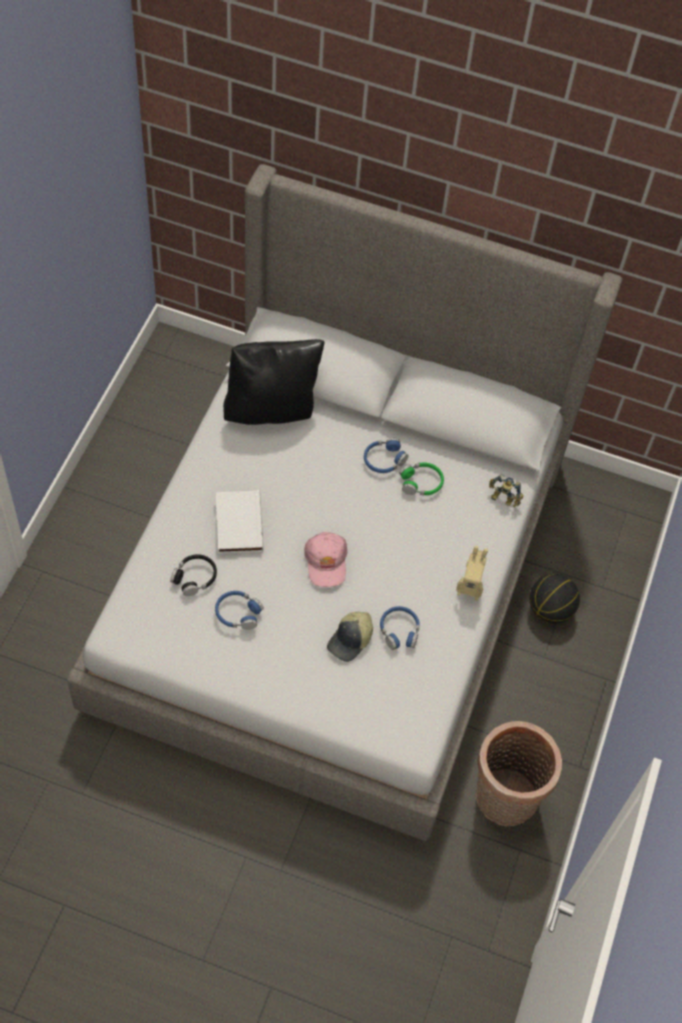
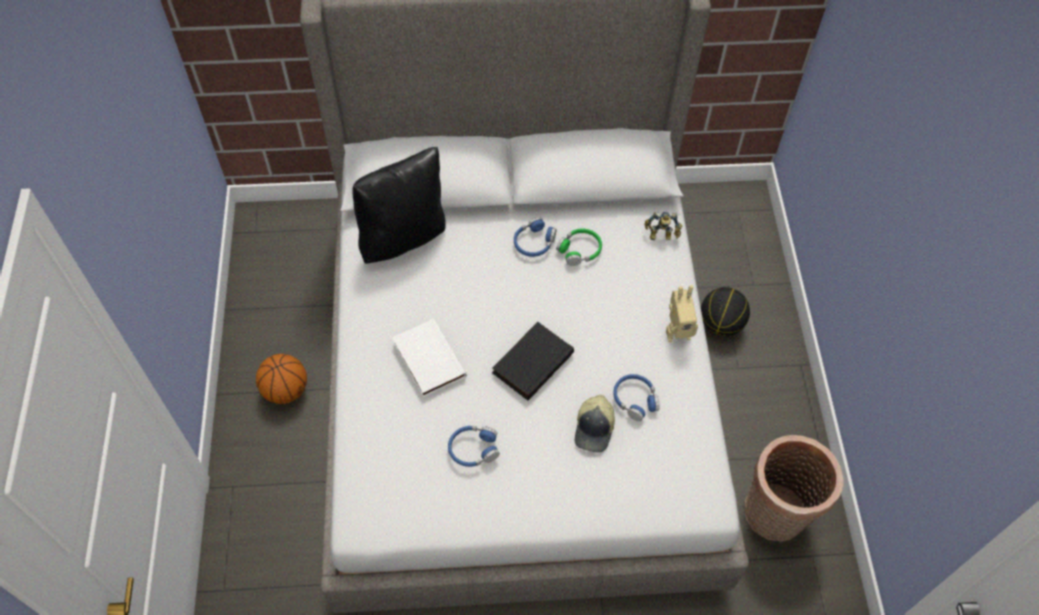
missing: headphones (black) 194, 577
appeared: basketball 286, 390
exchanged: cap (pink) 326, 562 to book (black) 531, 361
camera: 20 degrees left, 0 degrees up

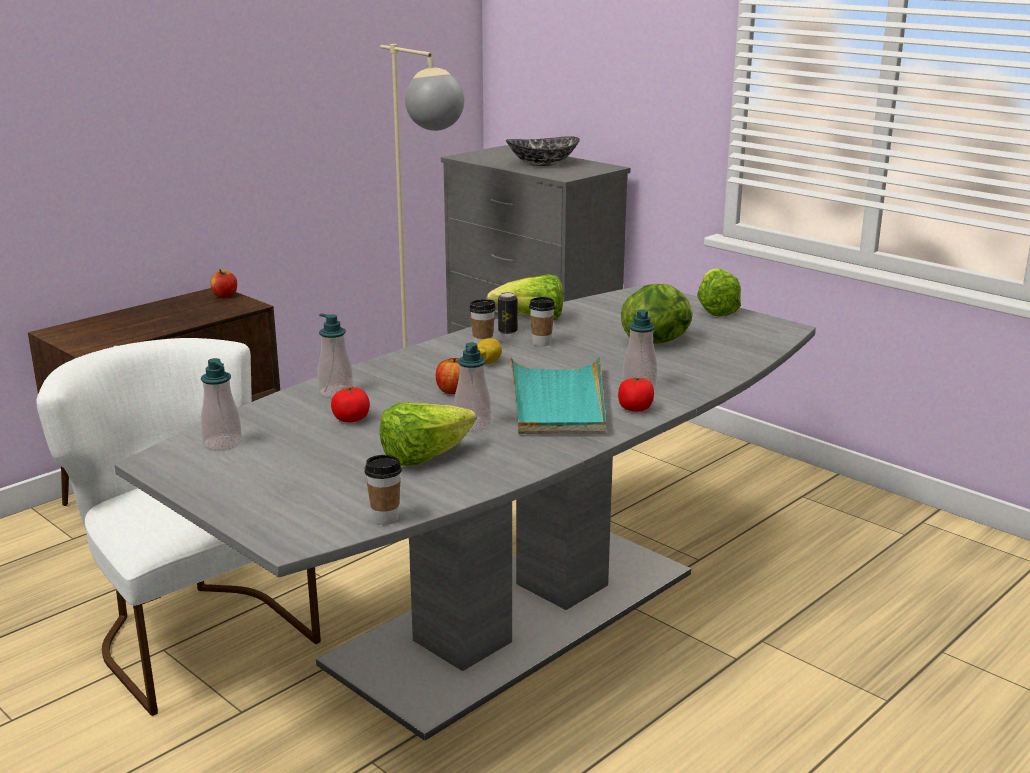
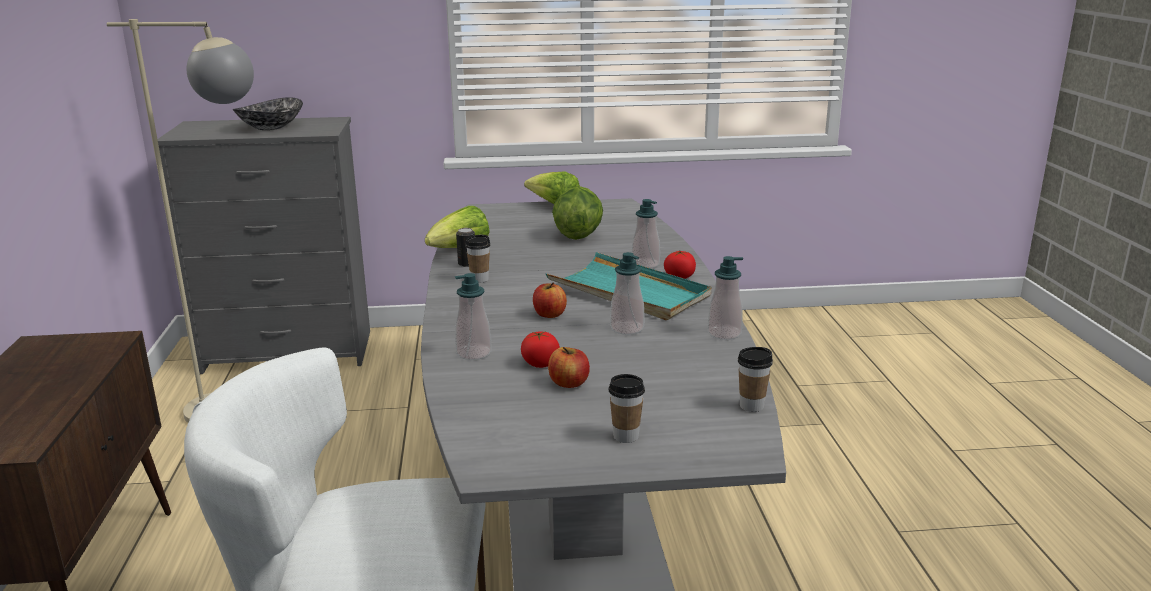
missing: lemon 488, 363; lettuce 424, 457
relocated: apple 225, 295 to 569, 383; cup 541, 343 to 626, 436; soap dispenser 222, 444 to 724, 333
camera: 50 degrees left, 0 degrees up

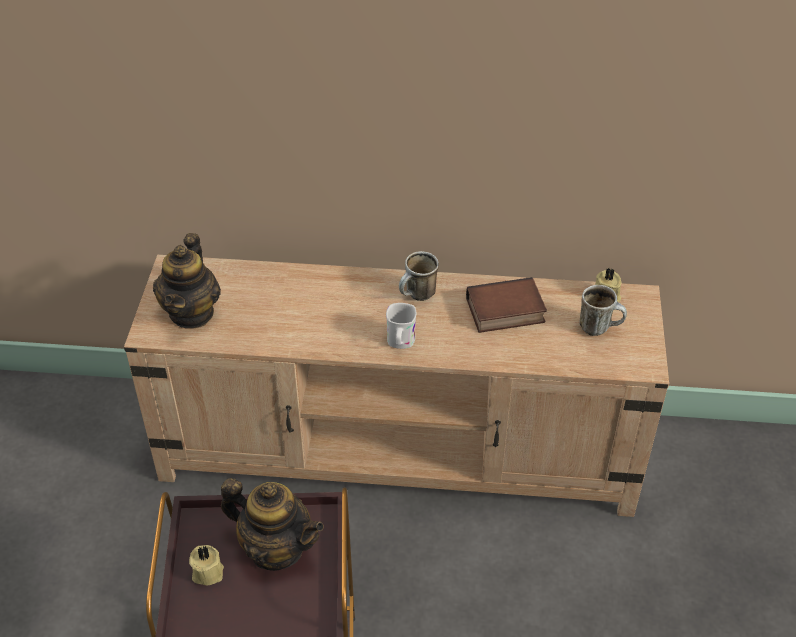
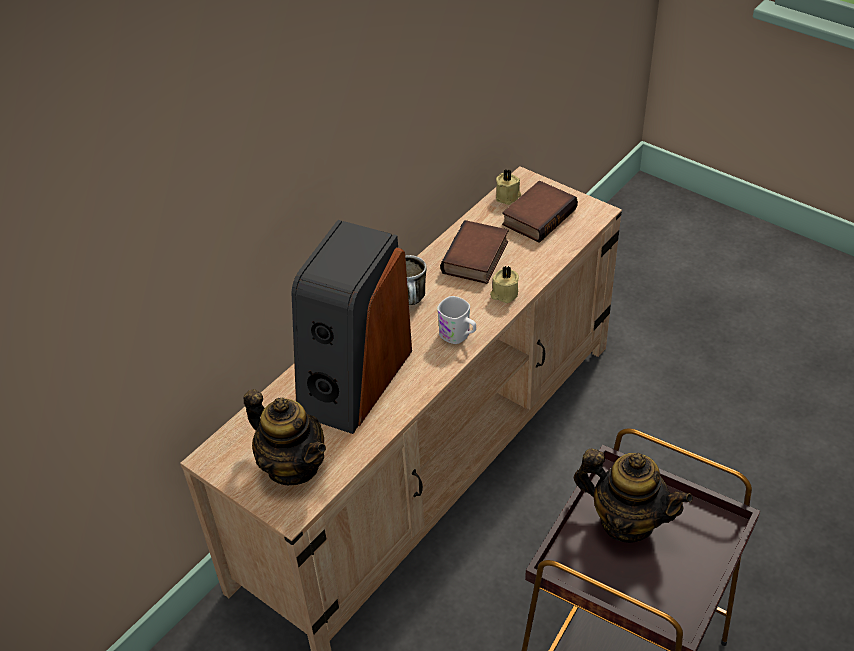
appeared: speaker 353, 380
relocated: candle (beige) 207, 571 to 504, 294
exchanged: mug 599, 327 to book 538, 216
spun: teapot 276, 548 = 626, 521 60 degrees clockwise
camera: 55 degrees left, 0 degrees up

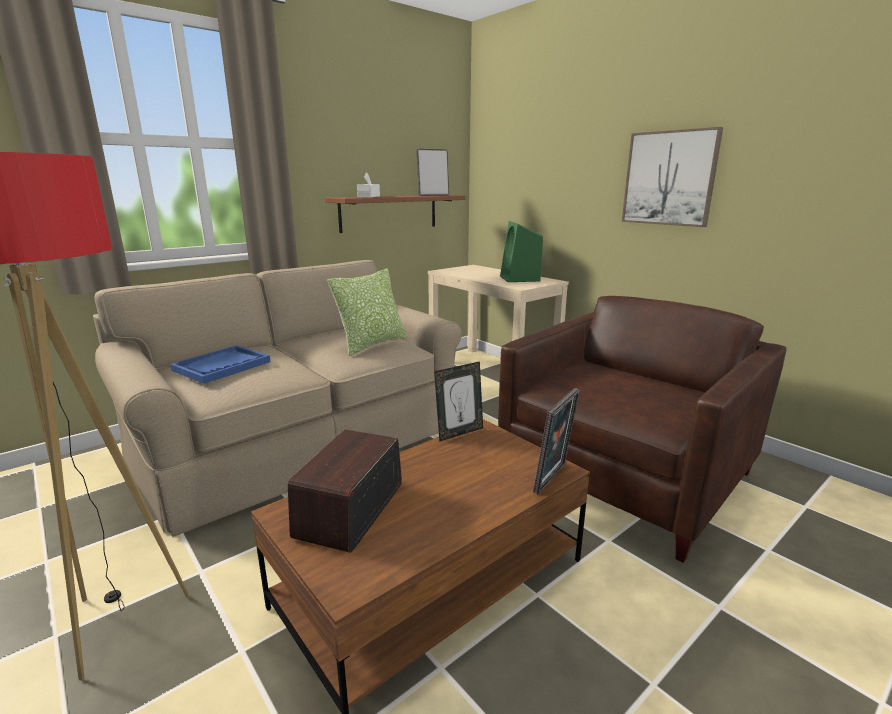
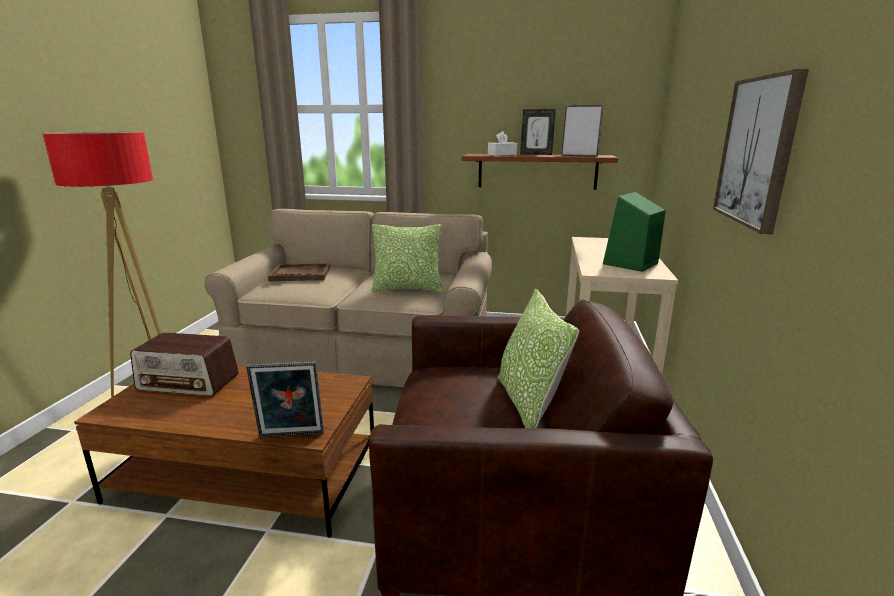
appeared: pillow 529, 404
relocated: picture frame 459, 433 to 536, 154
colour: tray (blue) 222, 366 to tray (brown) 300, 274
spun: radio 350, 510 = 189, 382 150 degrees counterclockwise
camera: 50 degrees right, 0 degrees up

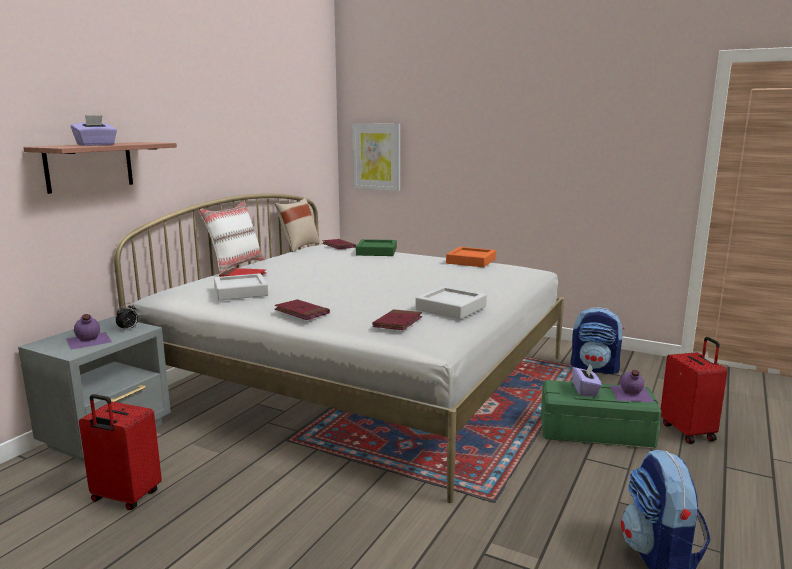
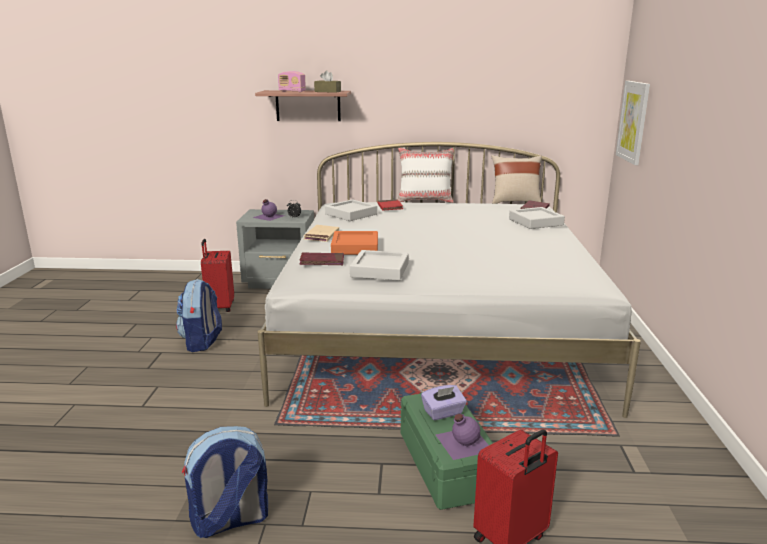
appeared: tissue box (brown) 327, 91
relocated: tray (orange) 471, 261 to 355, 247; backpack 595, 368 to 202, 342
exchanged: tissue box (purple) 96, 145 to radio 292, 91
colour: tray (green) 376, 252 to tray (grey) 535, 222; book (red) 302, 312 to book (beige) 321, 235
camera: 65 degrees right, 5 degrees up

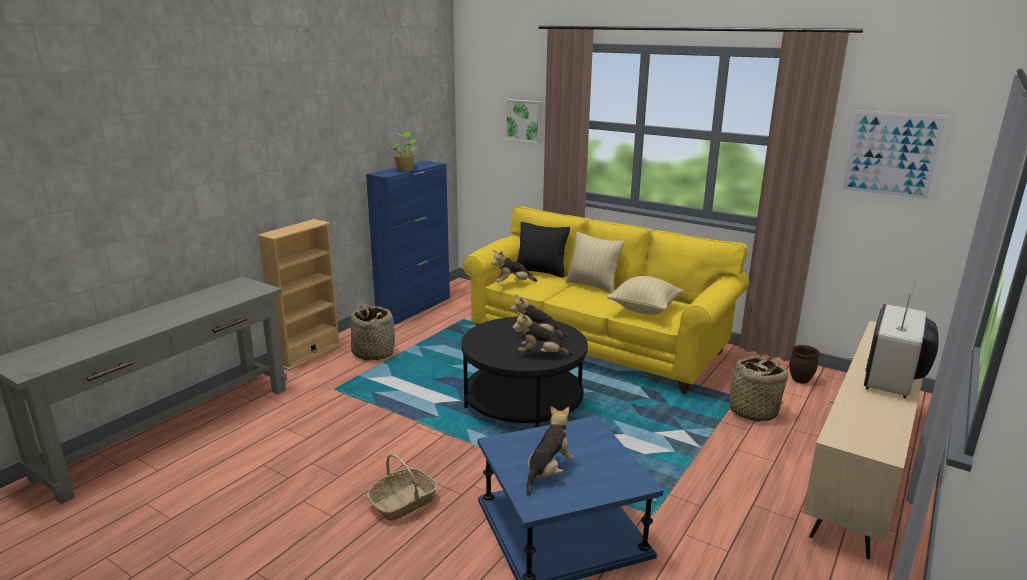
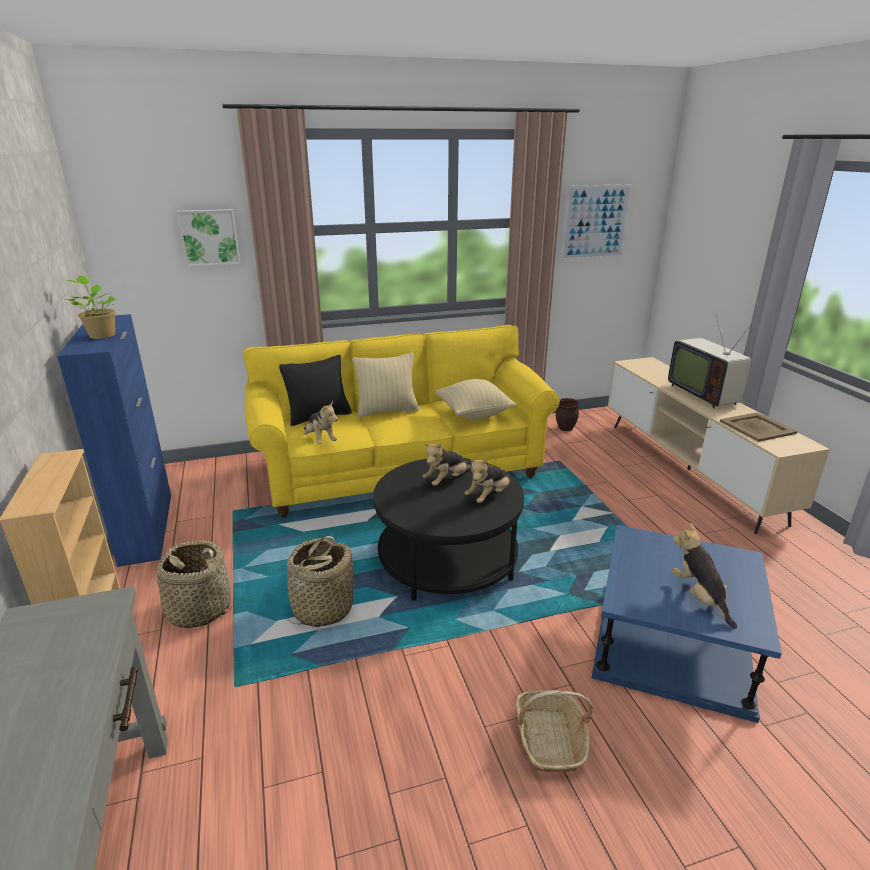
appeared: tray (beige) 757, 427
relocated: basket 752, 411 to 322, 609
spun: plush toy 512, 283 = 320, 440 60 degrees counterclockwise
camera: 50 degrees left, 5 degrees up

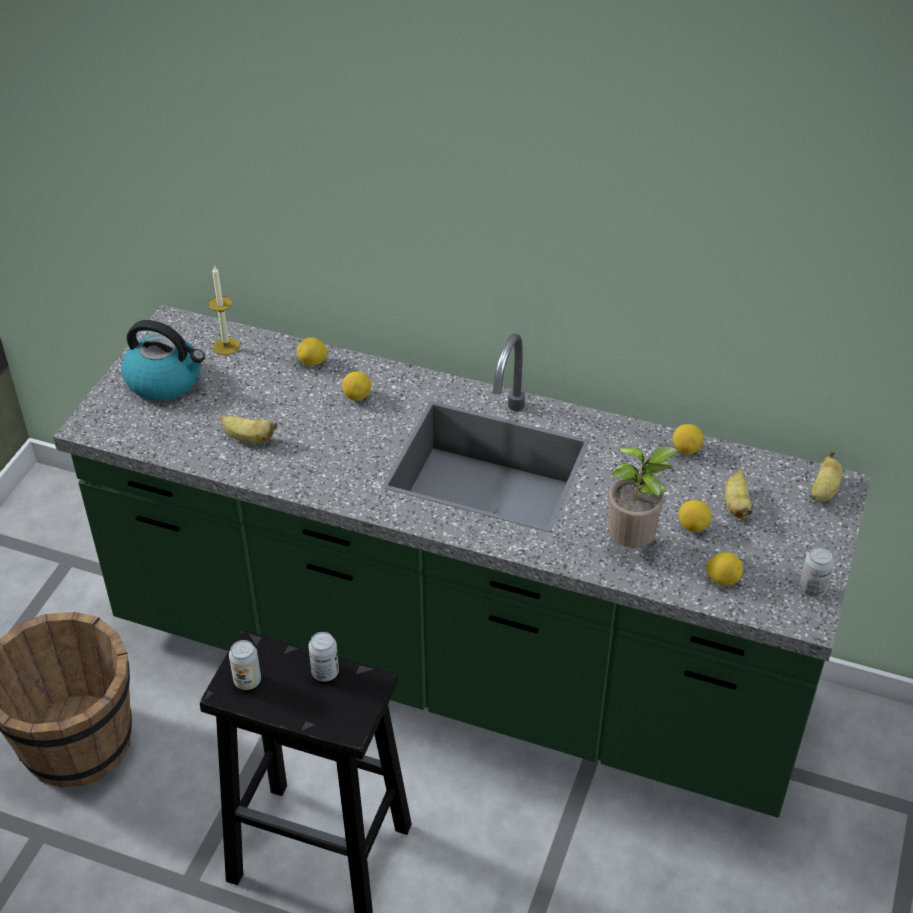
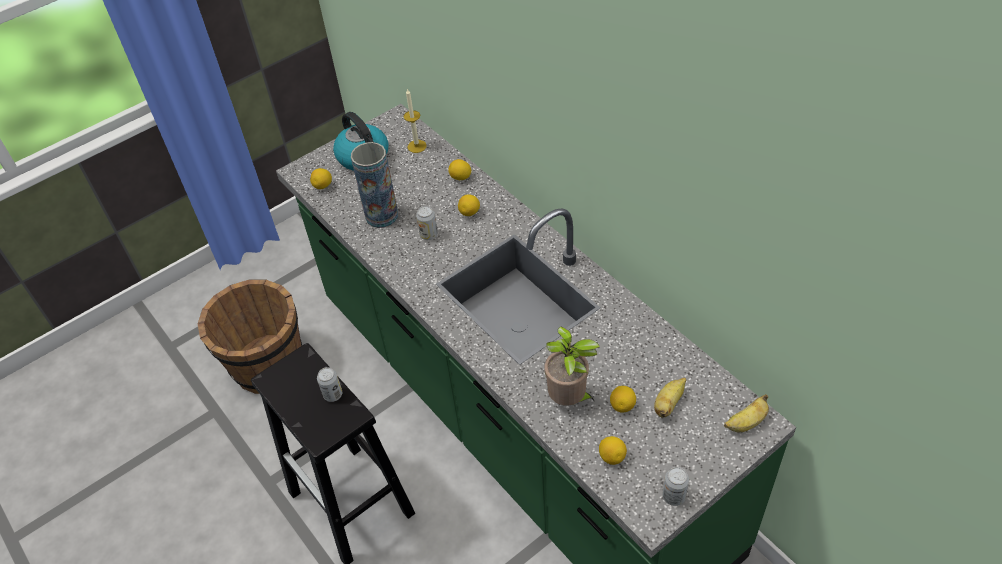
relocated: lemon 686, 449 to 323, 186; can 247, 680 to 428, 235
exchanged: banana 248, 438 to vase 381, 216
camera: 35 degrees right, 5 degrees up

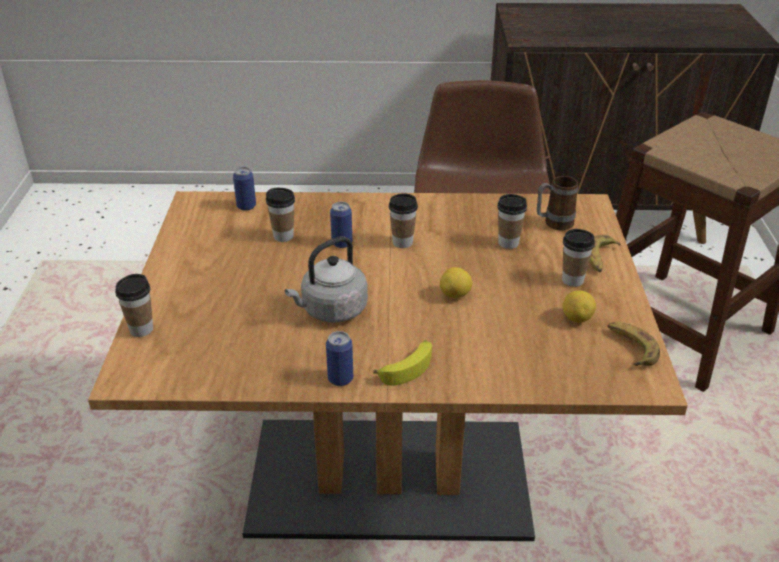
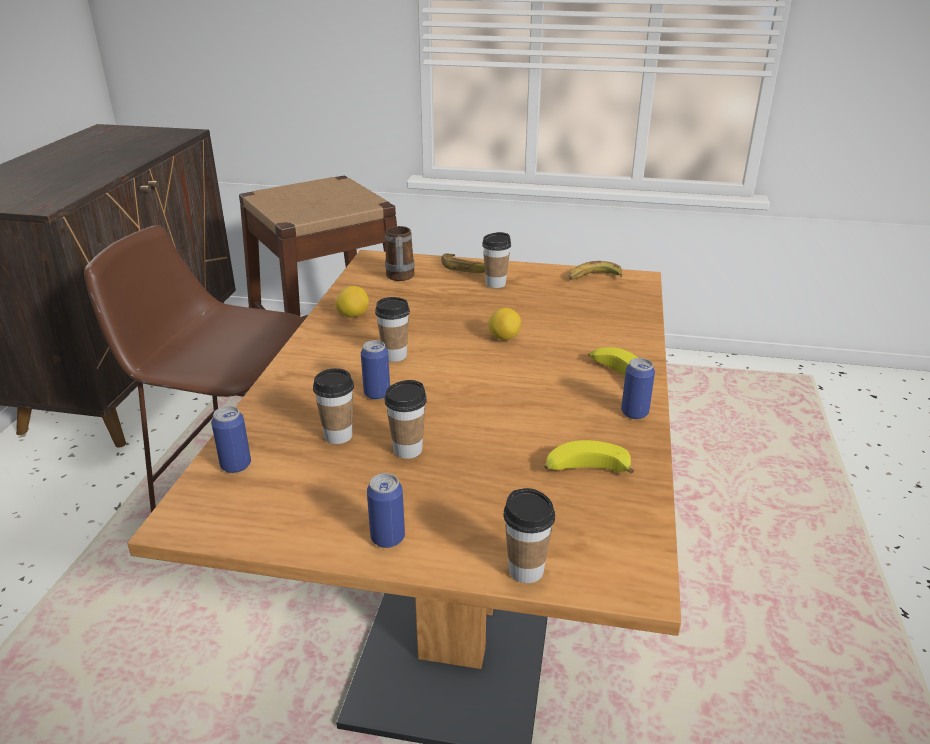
missing: kettle (grey) 331, 311
appeared: banana 585, 471; can 387, 538
relocated: cup 508, 243 to 407, 450; lemon 576, 318 to 353, 315
camera: 80 degrees left, 5 degrees down

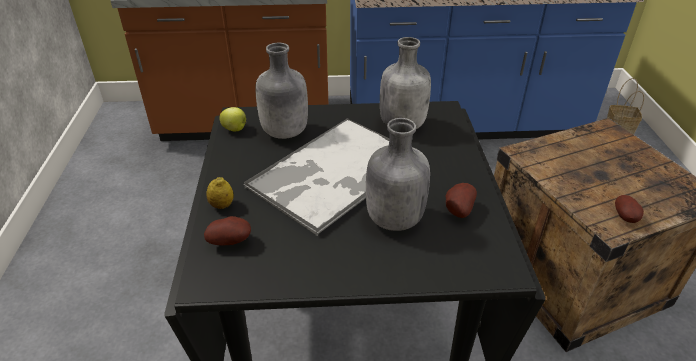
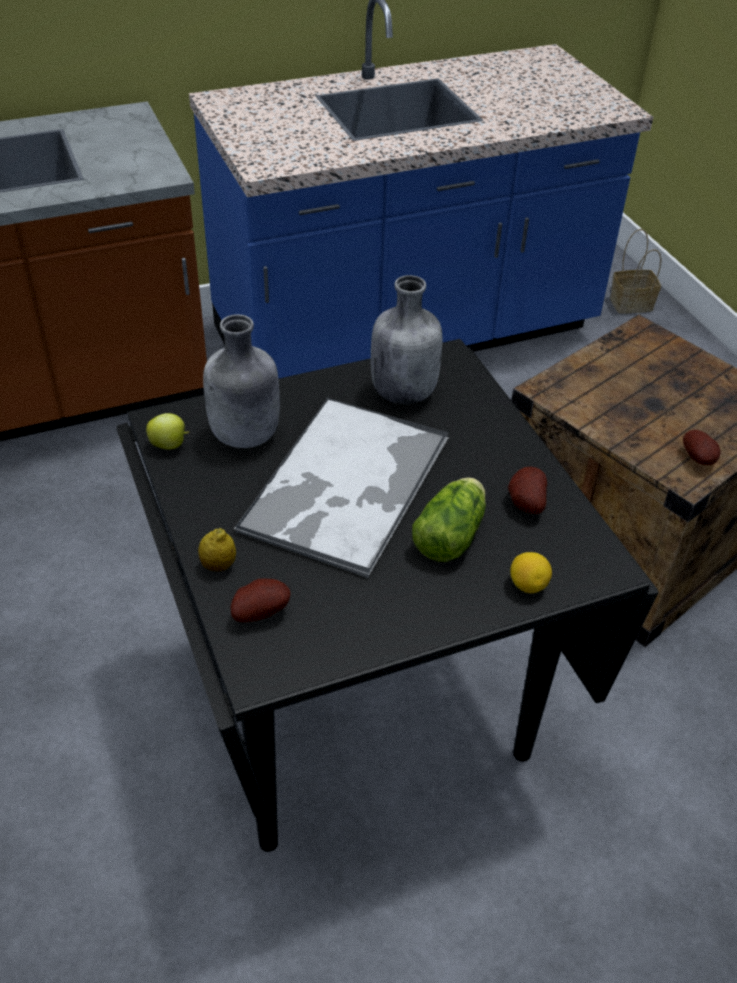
appeared: lemon 528, 585
exchanged: bottle (grey) 393, 219 to lettuce 452, 533
camera: 20 degrees left, 5 degrees up

